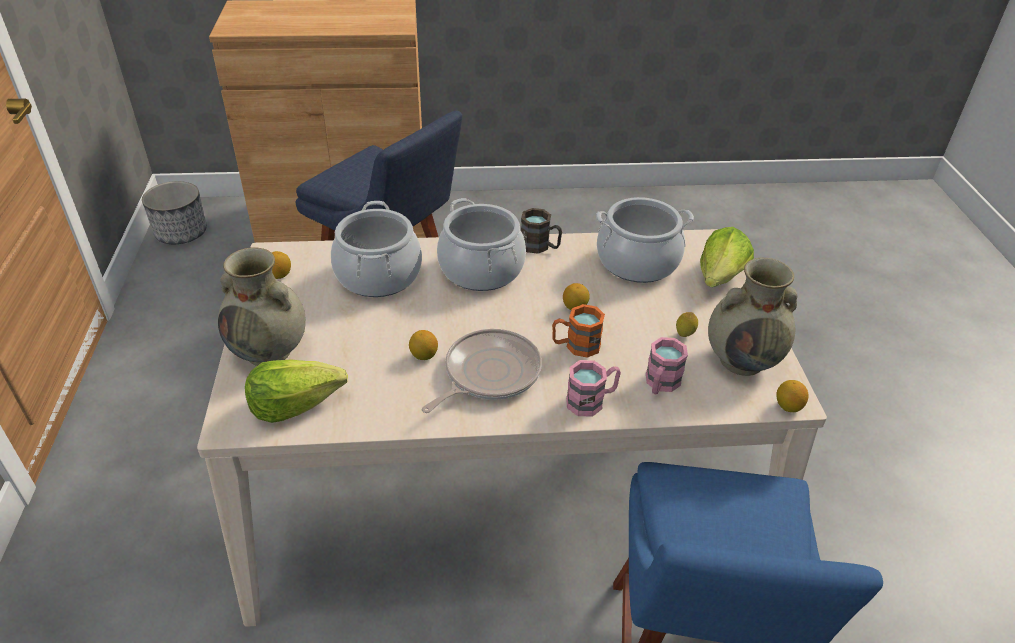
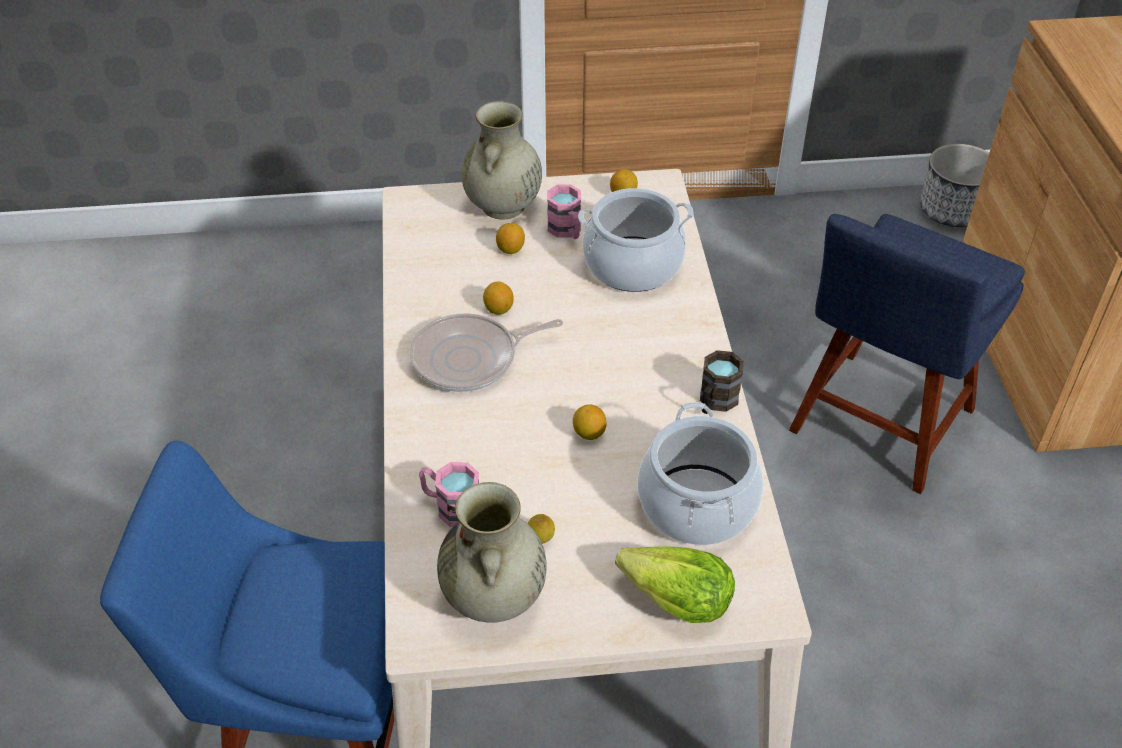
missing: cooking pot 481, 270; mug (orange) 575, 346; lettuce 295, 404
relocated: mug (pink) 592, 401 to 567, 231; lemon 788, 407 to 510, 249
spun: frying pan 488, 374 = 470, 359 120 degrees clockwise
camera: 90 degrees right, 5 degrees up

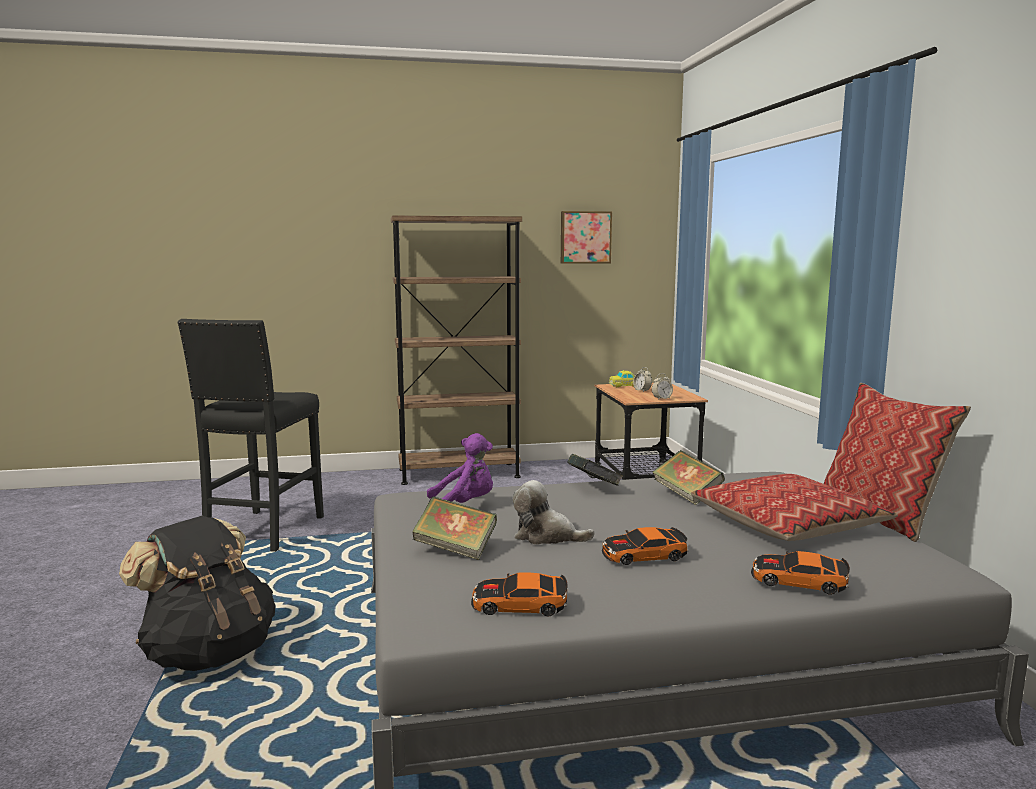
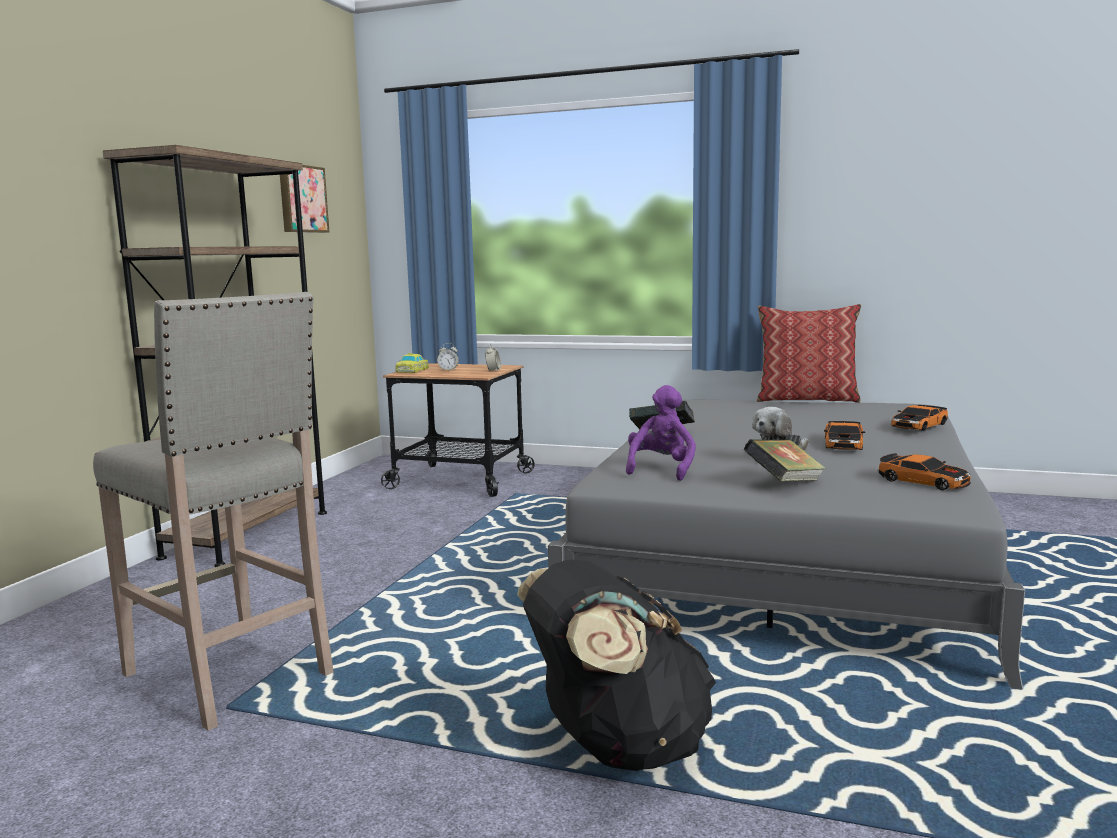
missing: book 686, 495; pillow 788, 524
colour: stool (black) 263, 532 to stool (beige) 230, 675
spun: toy car 520, 604 = 923, 481 75 degrees counterclockwise
camera: 60 degrees left, 0 degrees up

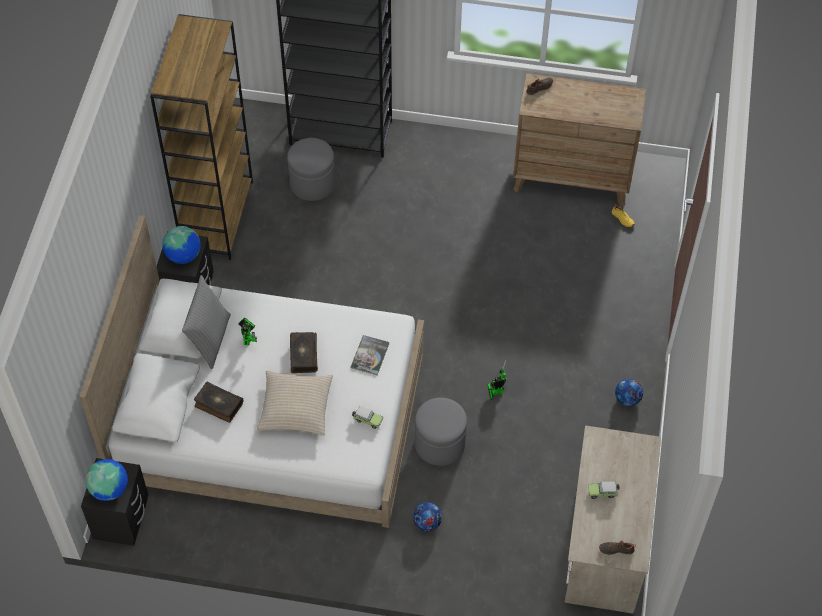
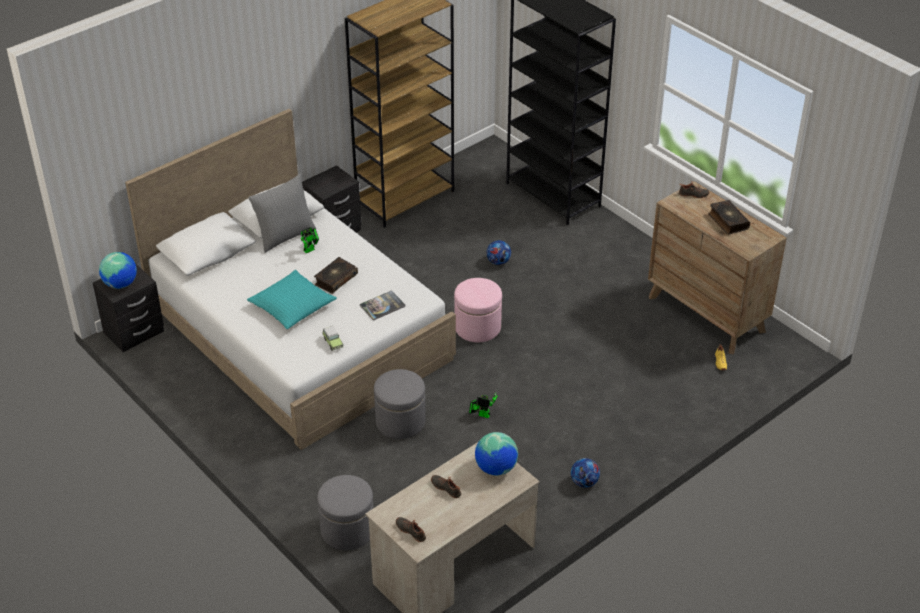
appeared: ottoman (pink) 477, 327
relocated: ottoman (grey) 312, 183 to 347, 530; globe 183, 256 to 496, 468; book 218, 405 to 727, 221; football 427, 523 to 498, 262
exchanged: toy car 603, 492 to shoe (black) 446, 488
colour: pillow (beige) 295, 408 to pillow (turquoise) 292, 306
camera: 40 degrees right, 15 degrees down

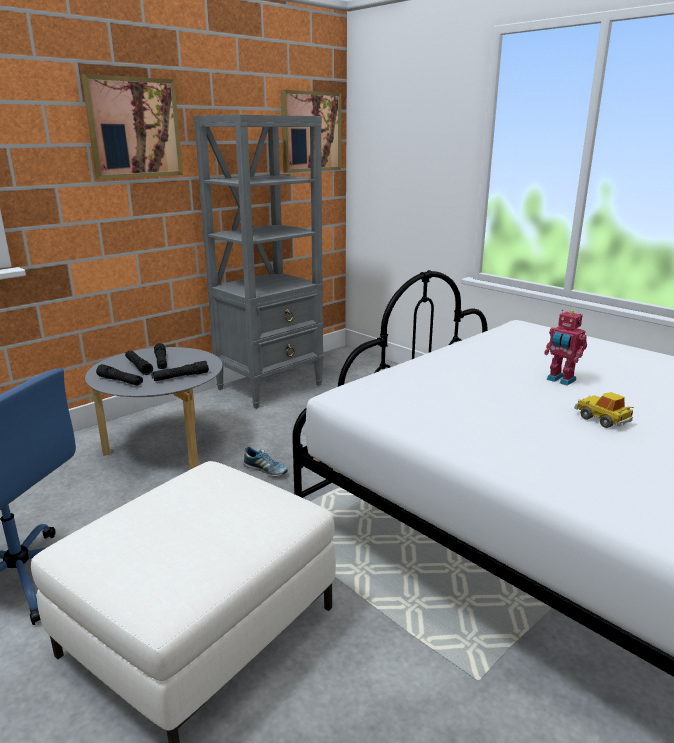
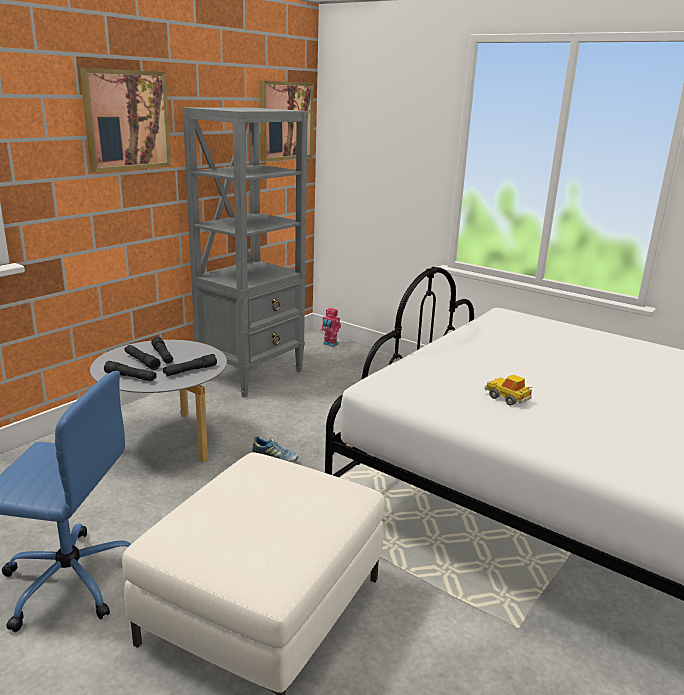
relocated: toy robot 560, 380 to 330, 344; toy car 602, 419 to 507, 398
camera: 10 degrees left, 0 degrees up

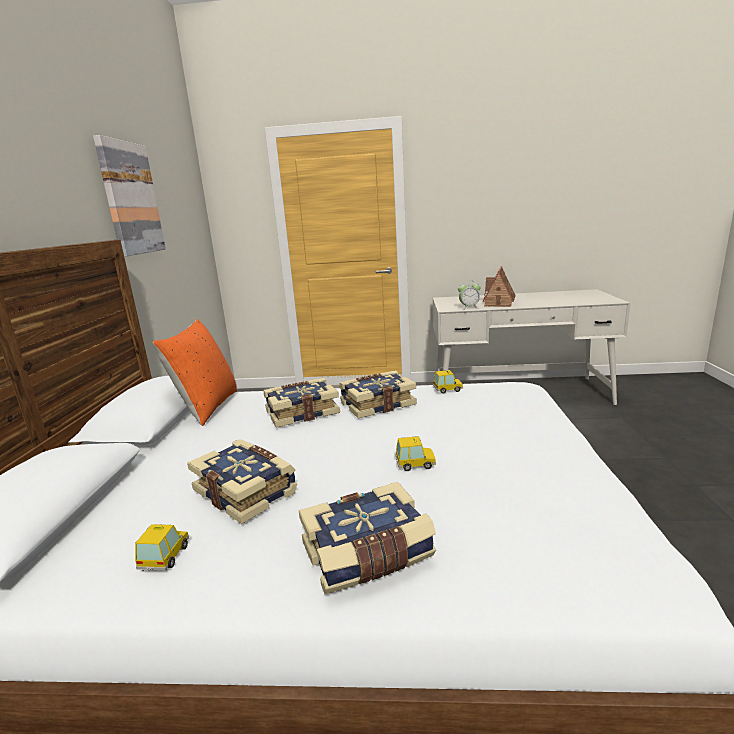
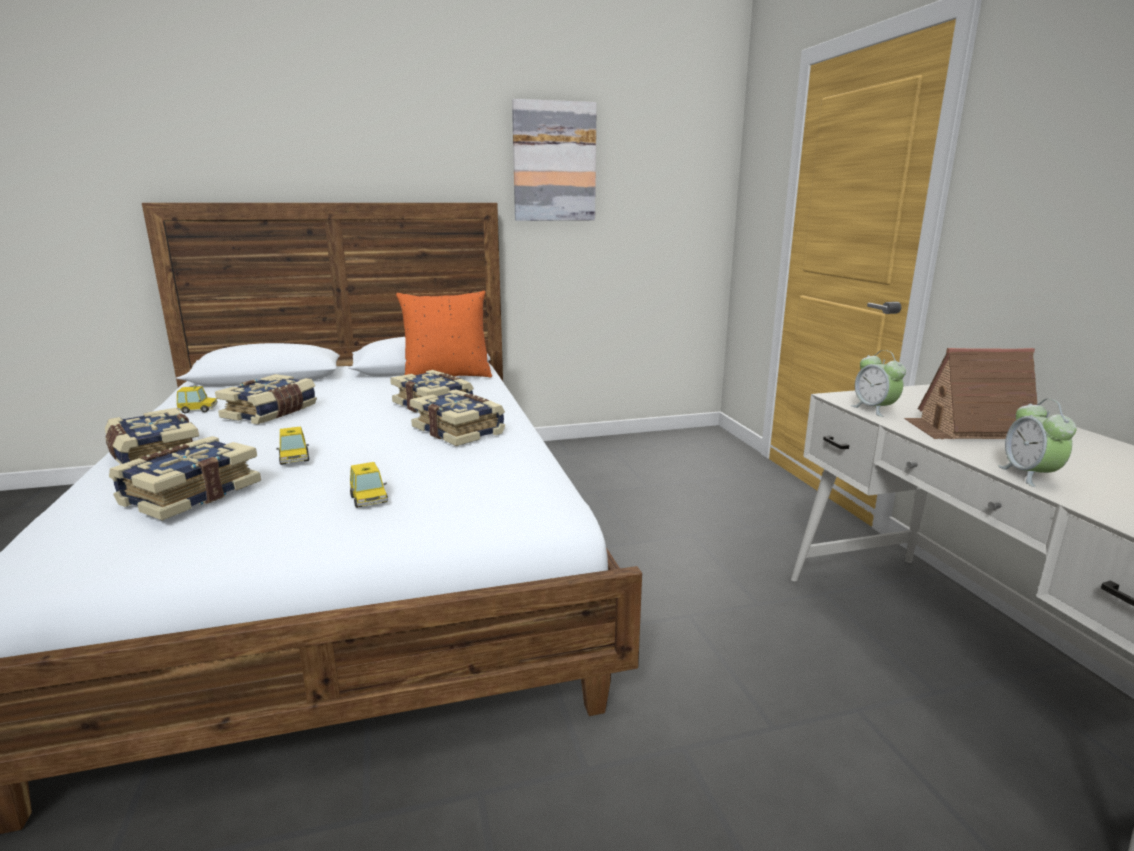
appeared: alarm clock 1029, 476; book 189, 493
relocated: toy car 448, 389 to 369, 499
camera: 70 degrees right, 0 degrees up

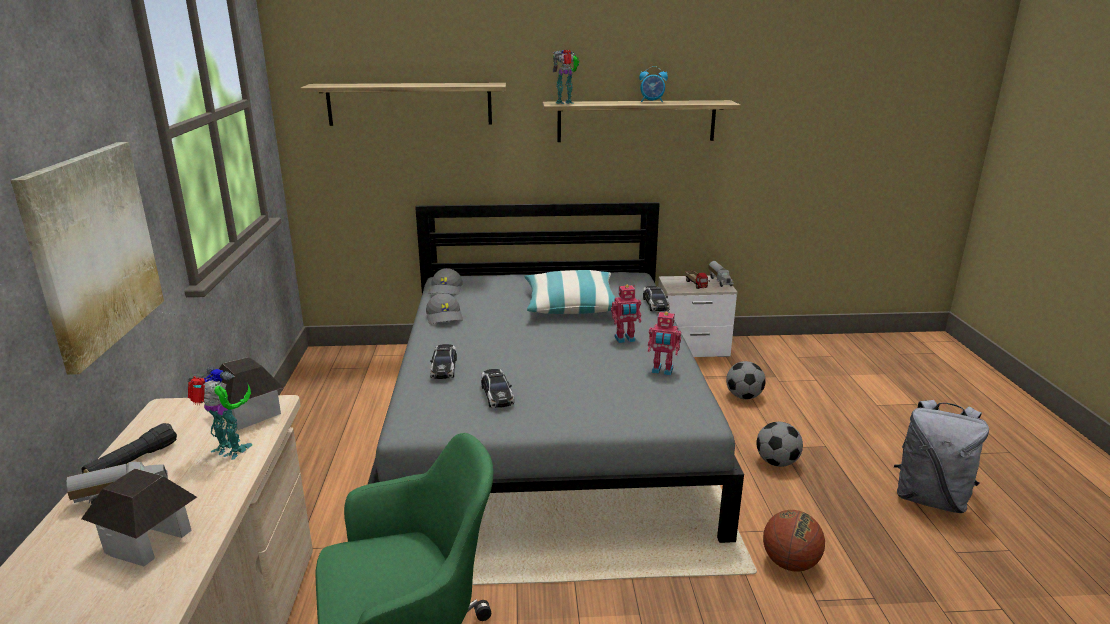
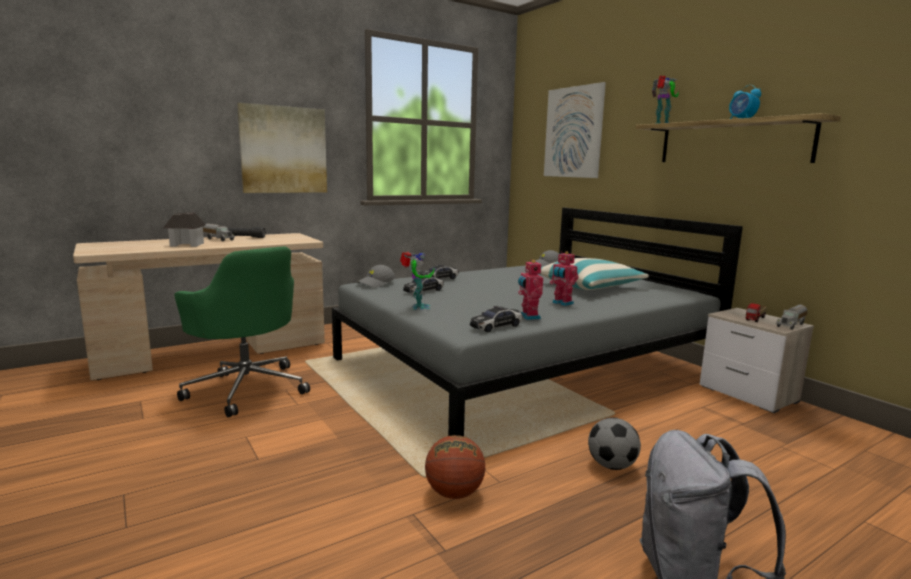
missing: toy house 251, 413; football 744, 396
relocated: toy car 655, 304 to 496, 326; cap (grey) 445, 317 to 376, 284; toy robot 230, 451 to 418, 307
exchanged: shelf 409, 104 to picture 573, 132
camera: 60 degrees right, 10 degrees down

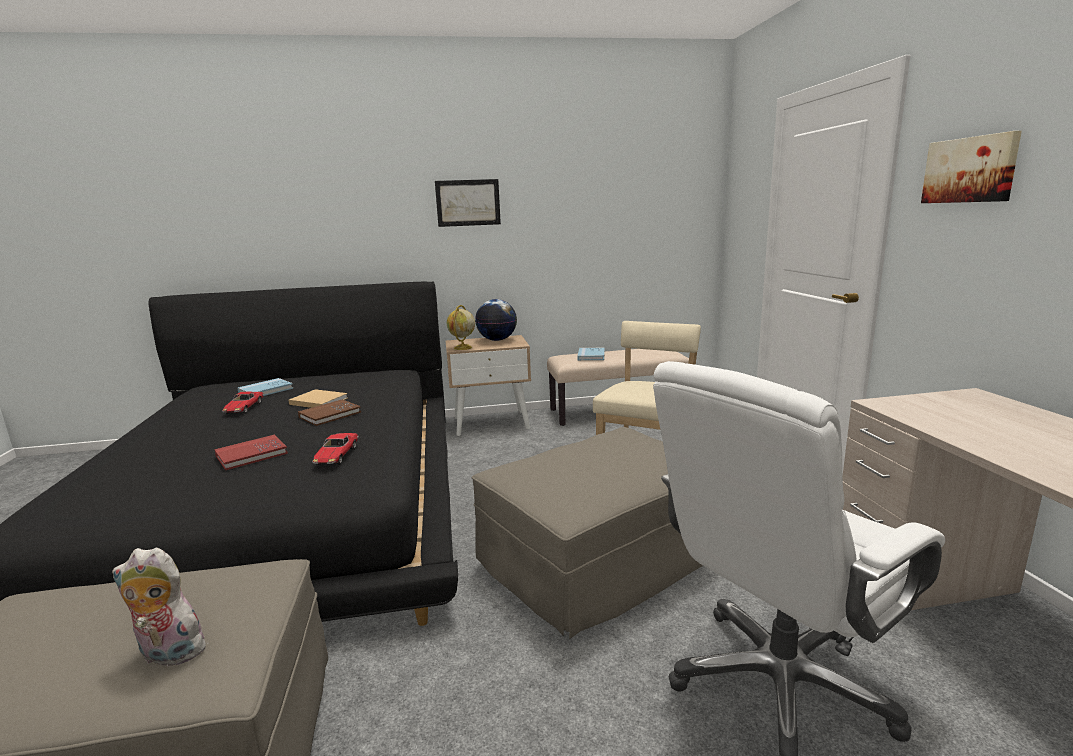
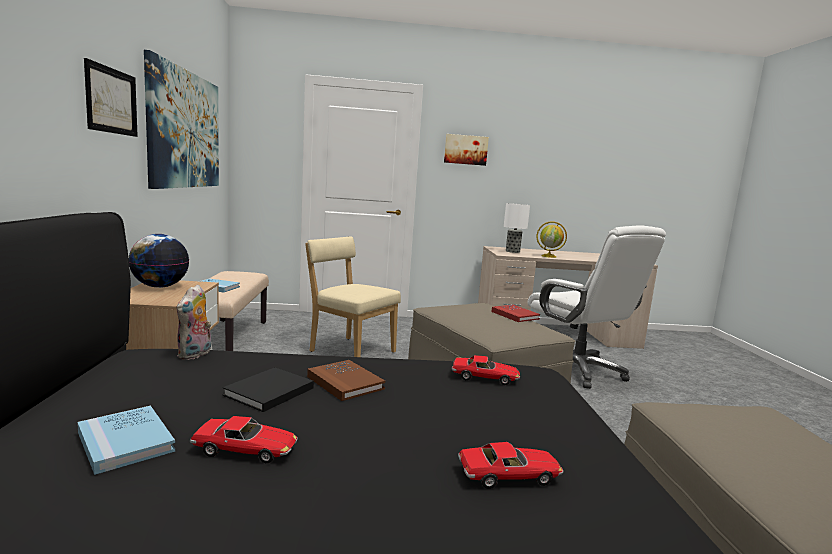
appeared: picture 185, 130; table lamp 513, 251; toy car 509, 476
relocated: globe 462, 348 to 549, 256; book (red) 251, 455 to 515, 315; plush toy 168, 655 to 195, 355
colour: book (beige) 317, 401 to book (black) 267, 392
camera: 85 degrees left, 5 degrees down

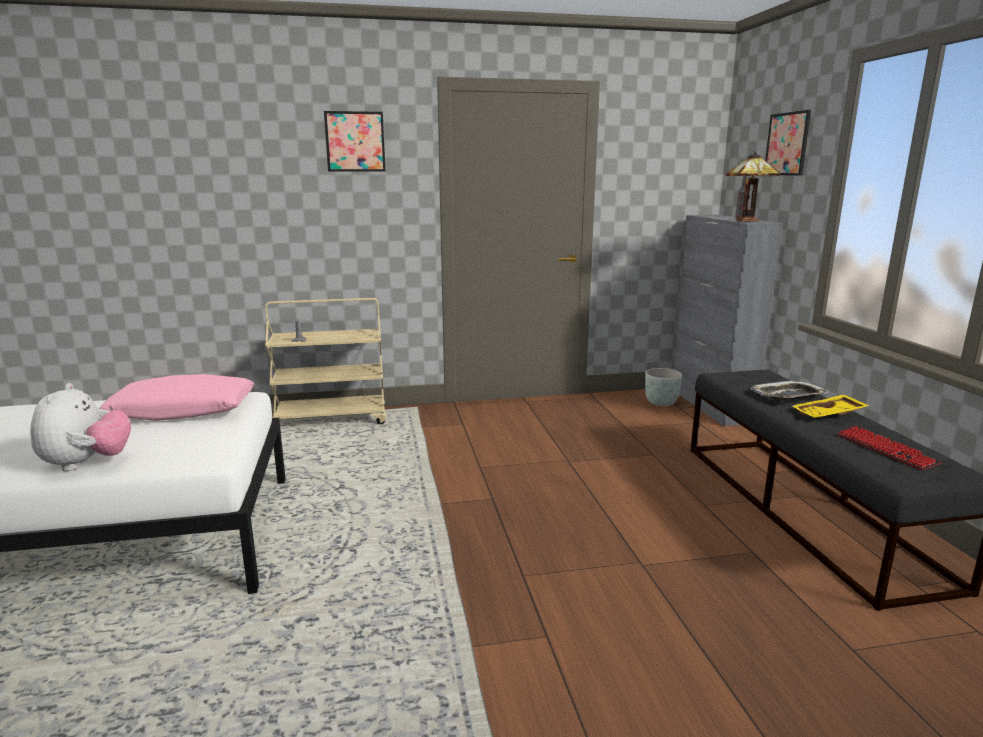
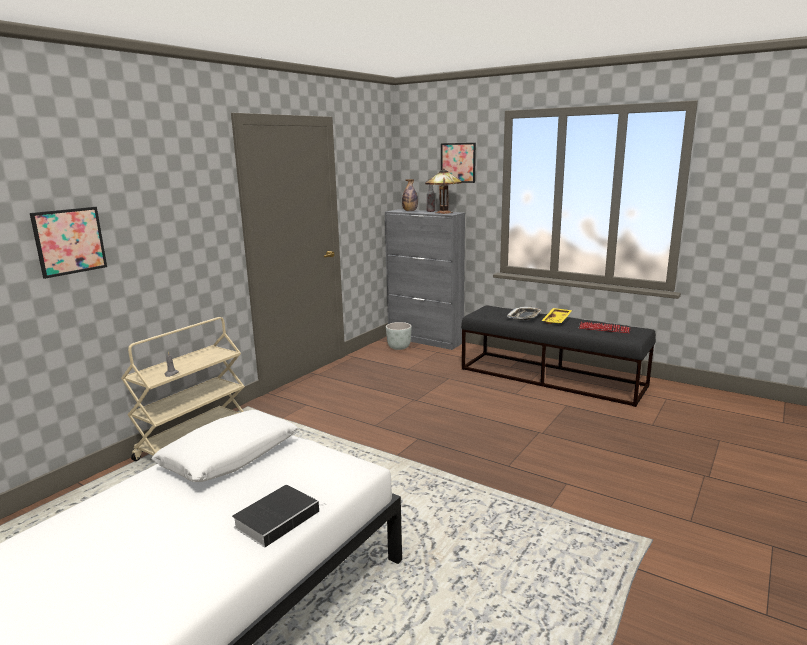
appeared: bottle 410, 211
relocated: picture 355, 141 to 69, 241
exchanged: plush toy 87, 464 to book 278, 518
colour: pillow (pink) 183, 411 to pillow (white) 229, 457
camera: 45 degrees left, 0 degrees up

